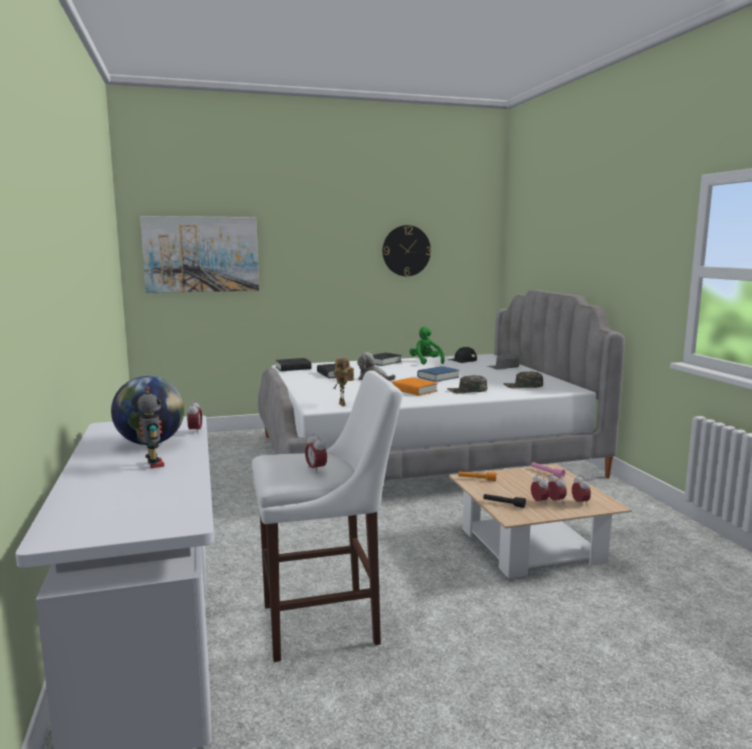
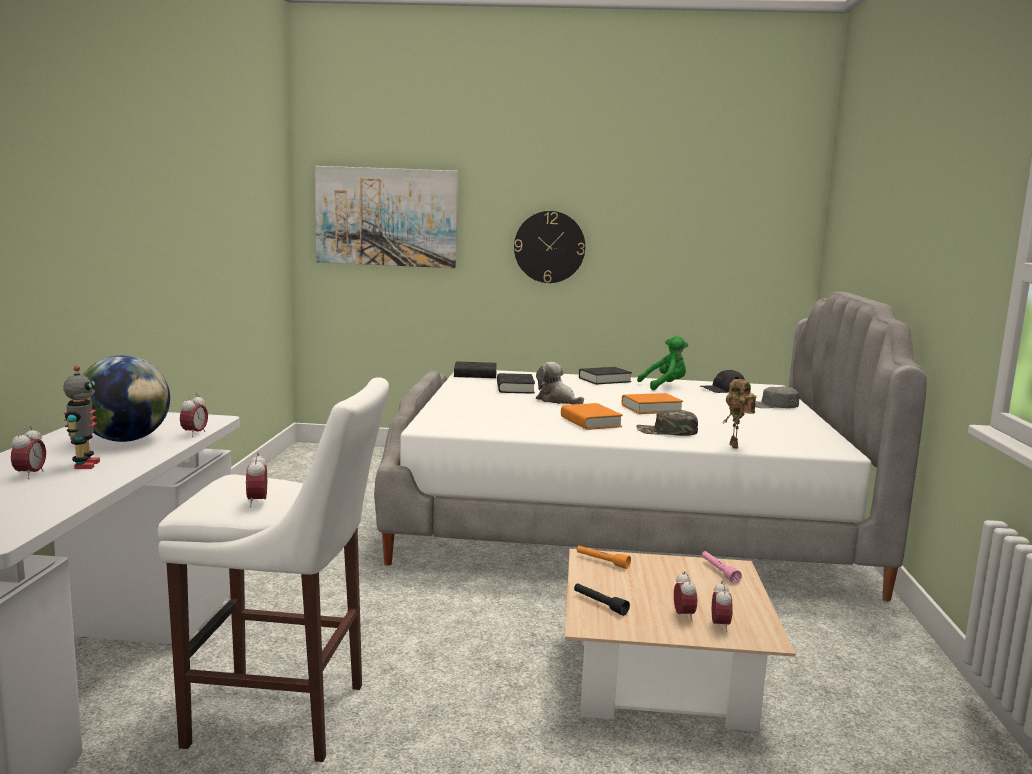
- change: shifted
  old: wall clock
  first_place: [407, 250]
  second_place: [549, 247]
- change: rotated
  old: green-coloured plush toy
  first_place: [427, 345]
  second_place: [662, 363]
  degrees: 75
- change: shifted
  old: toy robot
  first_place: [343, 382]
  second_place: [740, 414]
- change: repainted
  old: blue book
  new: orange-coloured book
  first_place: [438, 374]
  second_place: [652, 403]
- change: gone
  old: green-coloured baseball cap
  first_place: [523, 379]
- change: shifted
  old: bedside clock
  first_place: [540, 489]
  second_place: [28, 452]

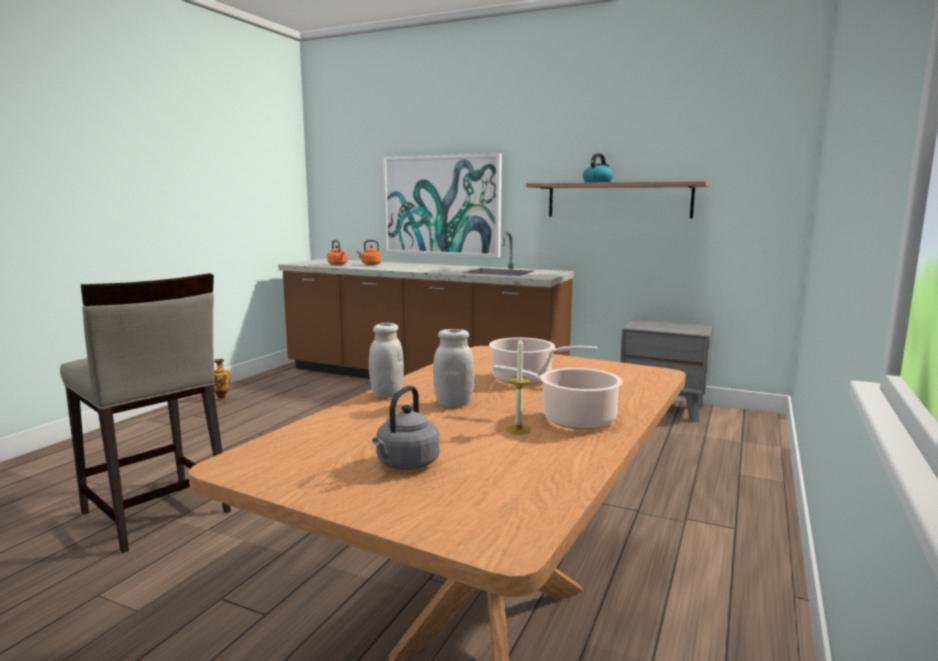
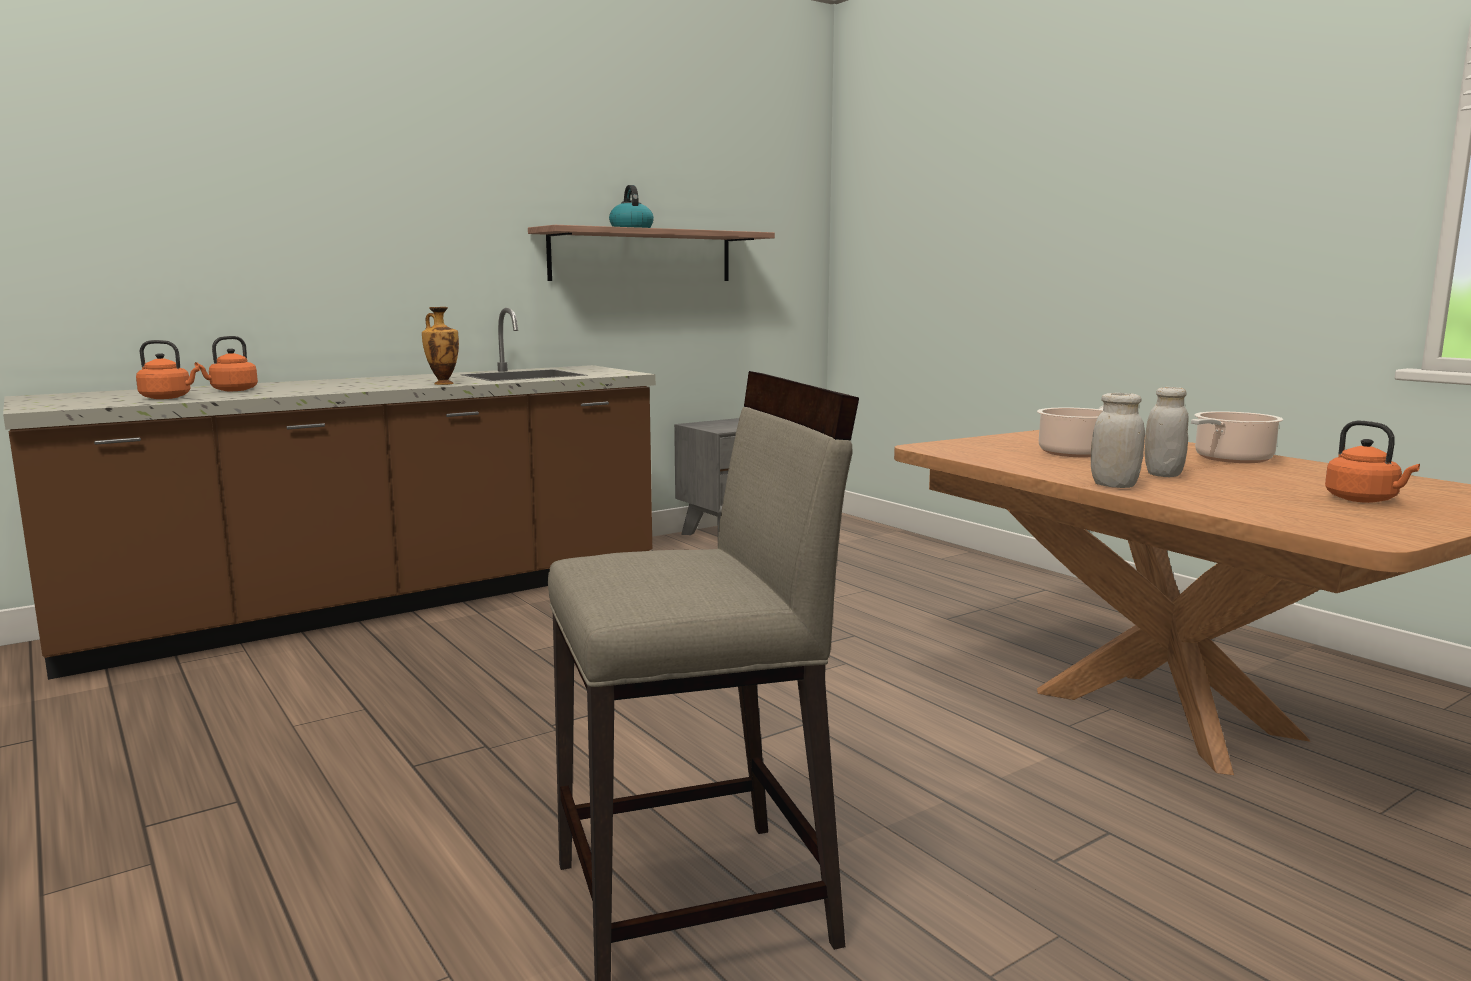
- change: gone
  old: picture
  first_place: [442, 205]
- change: gone
  old: candle
  first_place: [518, 385]
- change: shifted
  old: flower vase
  first_place: [221, 380]
  second_place: [440, 346]
- change: repainted
  old: grey kettle
  new: orange-coloured kettle
  first_place: [405, 428]
  second_place: [1372, 462]

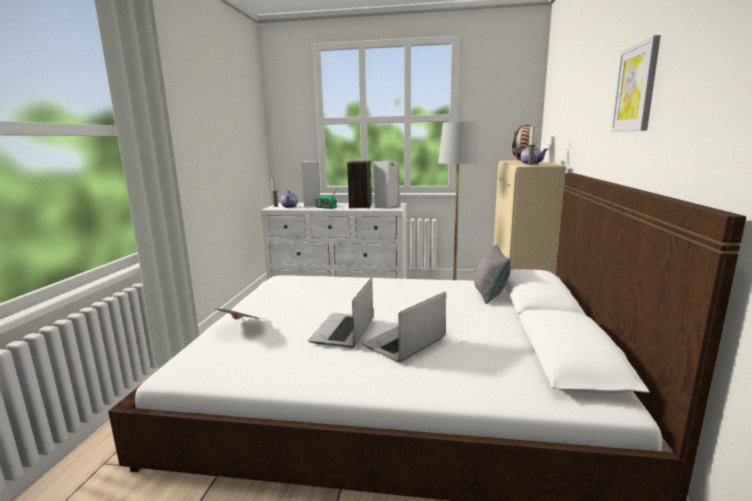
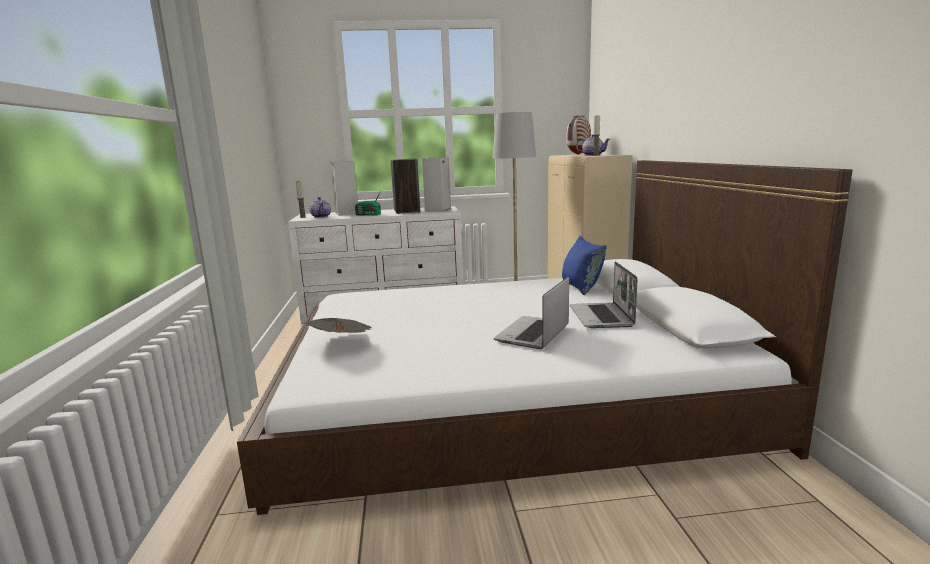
- change: gone
  old: picture
  first_place: [636, 83]
- change: repainted
  old: grey throw pillow
  new: blue throw pillow
  first_place: [492, 274]
  second_place: [584, 265]
- change: shifted
  old: notebook computer
  first_place: [340, 313]
  second_place: [603, 294]

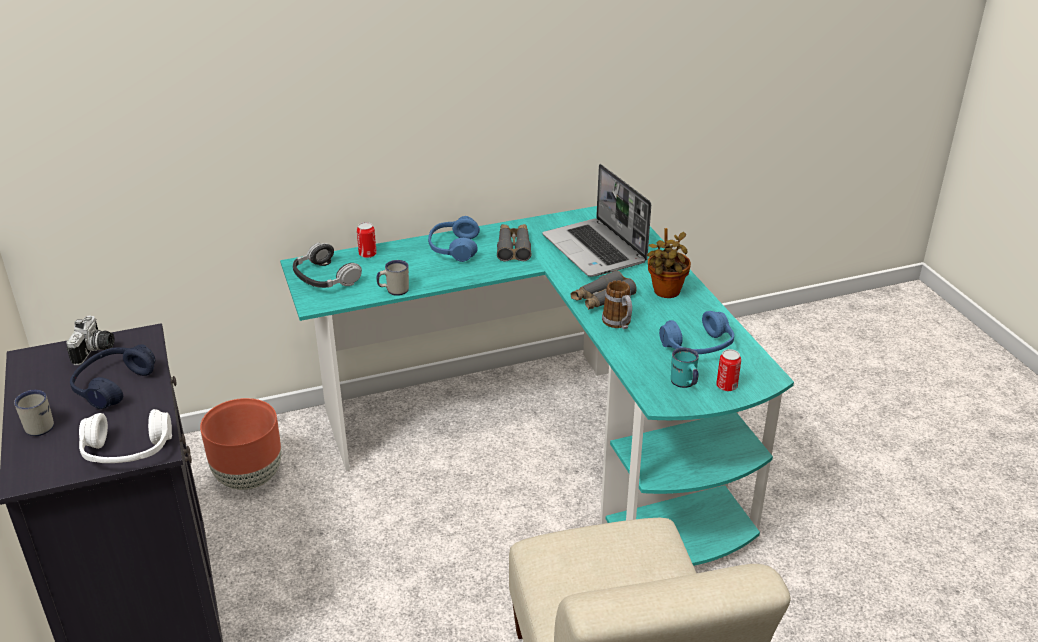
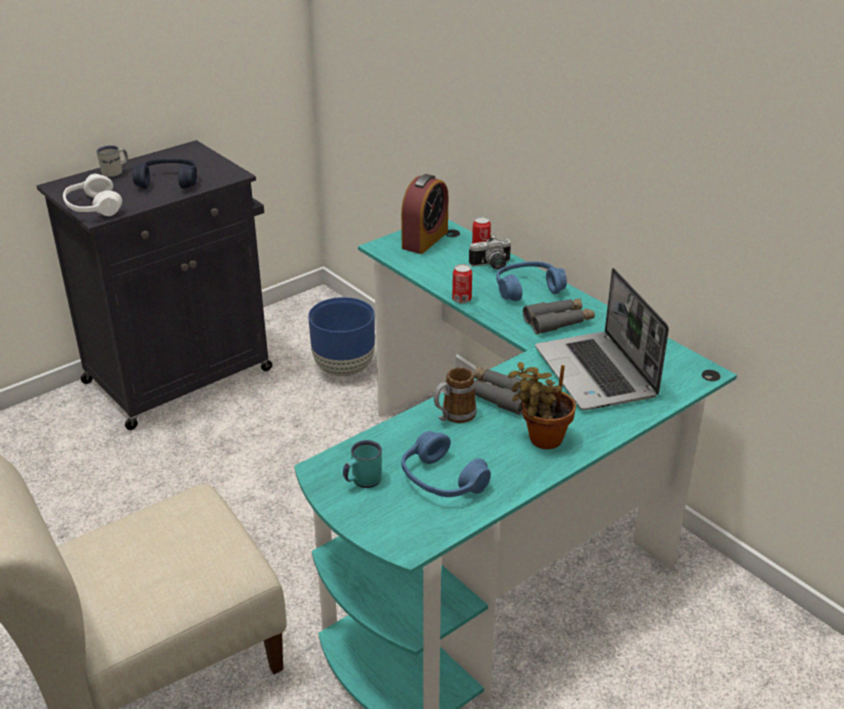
- change: rotated
  old: notebook computer
  first_place: [597, 220]
  second_place: [602, 339]
  degrees: -60
- change: swapped
  old: headset
  new: bedside clock
  first_place: [327, 265]
  second_place: [424, 214]
- change: gone
  old: white tea mug
  first_place: [392, 278]
- change: shifted
  old: still camera
  first_place: [90, 340]
  second_place: [490, 252]
- change: shifted
  old: sealed can
  first_place: [728, 370]
  second_place: [462, 283]
- change: repainted
  old: brownish plant pot
  new: blue plant pot
  first_place: [240, 444]
  second_place: [341, 337]

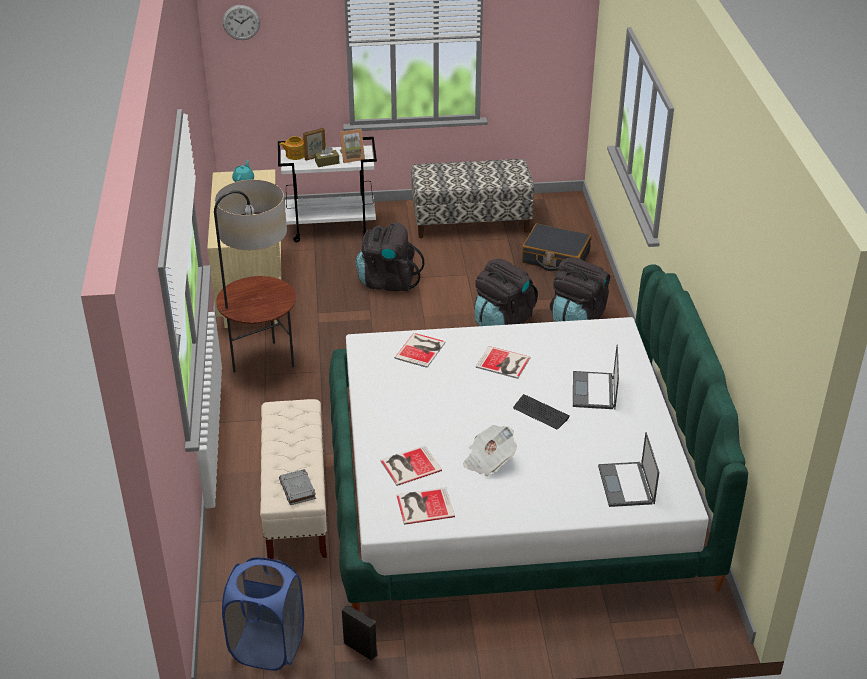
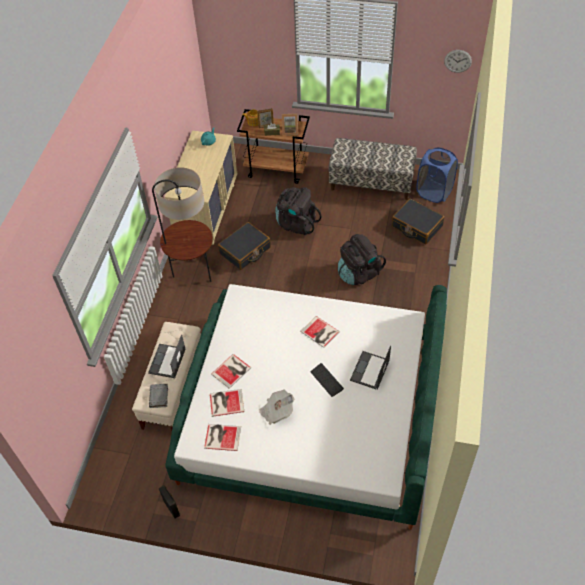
- change: shifted
  old: wall clock
  first_place: [241, 22]
  second_place: [458, 61]
- change: repainted
  old: white wheeled cart
  new: brownish wheeled cart
  first_place: [327, 189]
  second_place: [273, 146]
- change: gone
  old: blackish rucksack
  first_place: [580, 289]
- change: shifted
  old: book
  first_place: [420, 350]
  second_place: [231, 371]
- change: shifted
  old: notebook computer
  first_place: [628, 469]
  second_place: [167, 356]
- change: shifted
  old: blue hamper
  first_place: [263, 614]
  second_place: [437, 175]
- change: new
  new: blackish suitcase
  second_place: [244, 246]

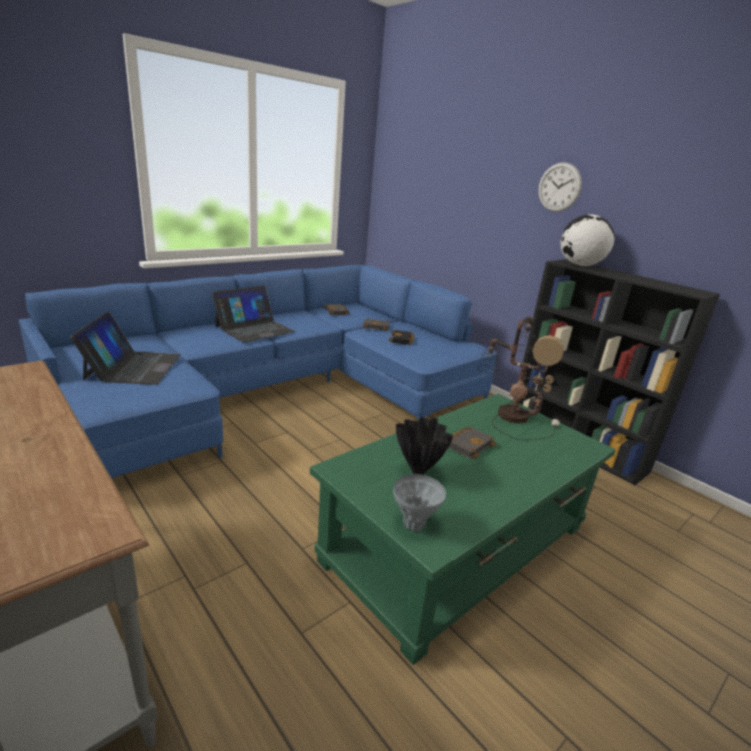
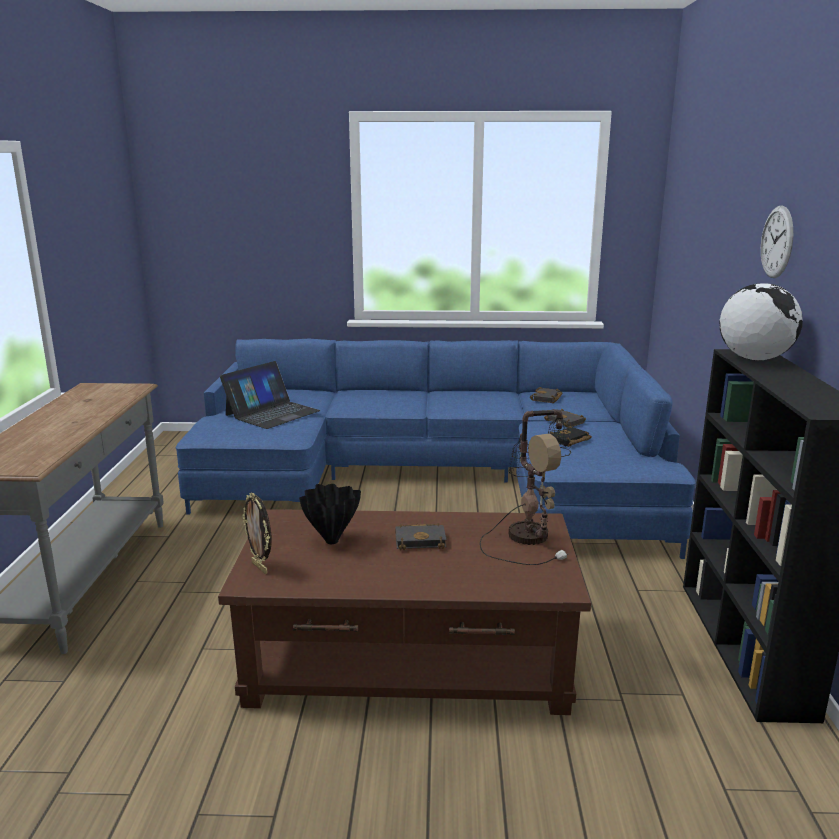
- change: gone
  old: notebook computer
  first_place: [253, 314]
- change: repainted
  old: green-coloured coffee table
  new: brownish coffee table
  first_place: [463, 529]
  second_place: [404, 612]
- change: swapped
  old: grey flower vase
  new: standing frame
  first_place: [419, 502]
  second_place: [257, 533]

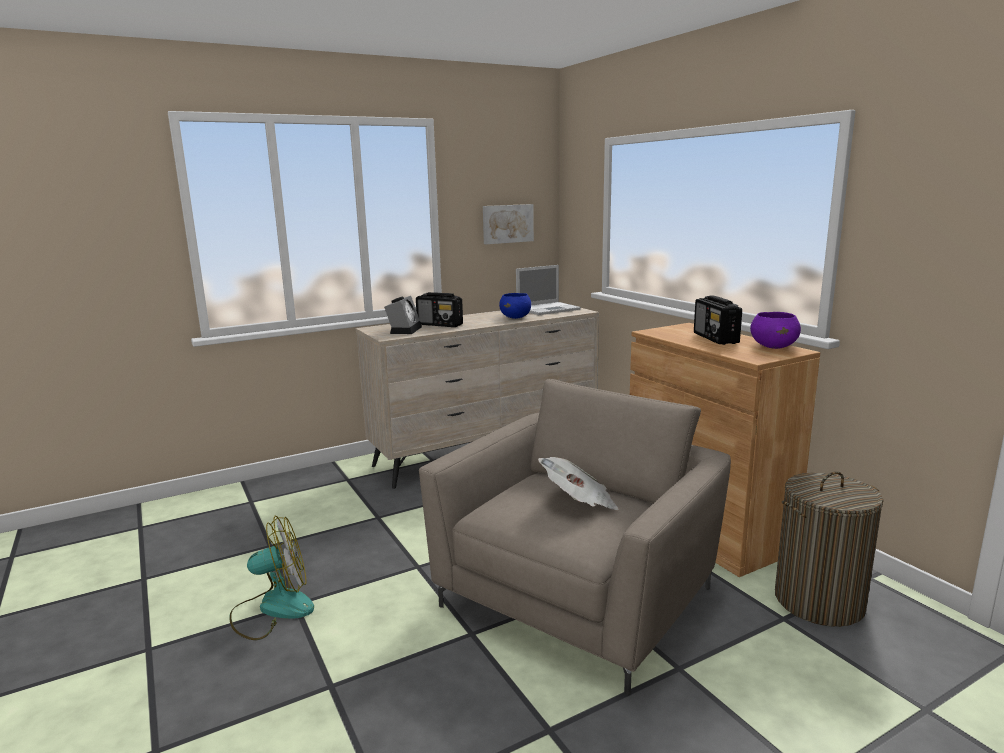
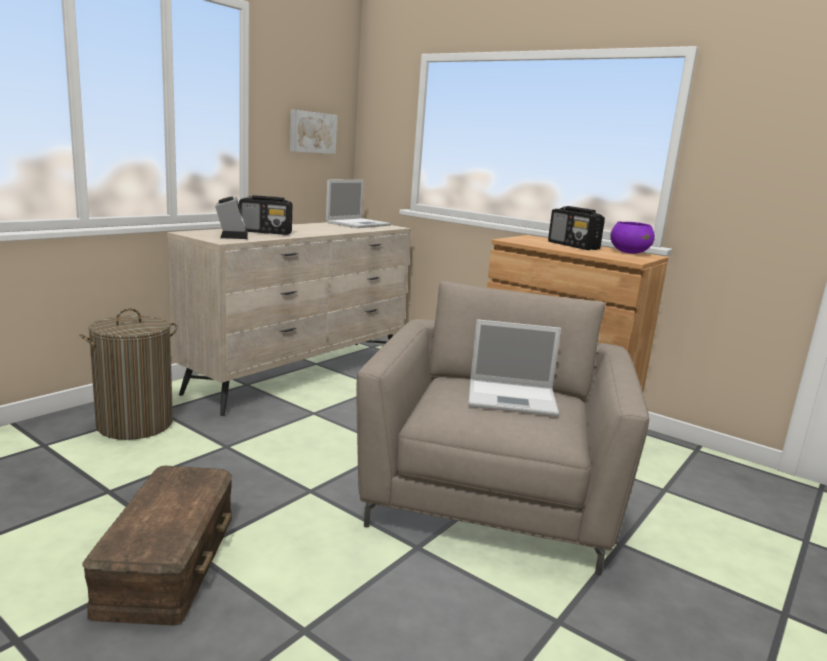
- change: gone
  old: blue serving bowl
  first_place: [515, 306]
- change: swapped
  old: printed paper
  new: notebook computer
  first_place: [578, 483]
  second_place: [514, 368]
- change: shifted
  old: hamper
  first_place: [829, 549]
  second_place: [128, 374]
- change: swapped
  old: electric fan
  new: brownish storage container
  first_place: [271, 577]
  second_place: [157, 546]

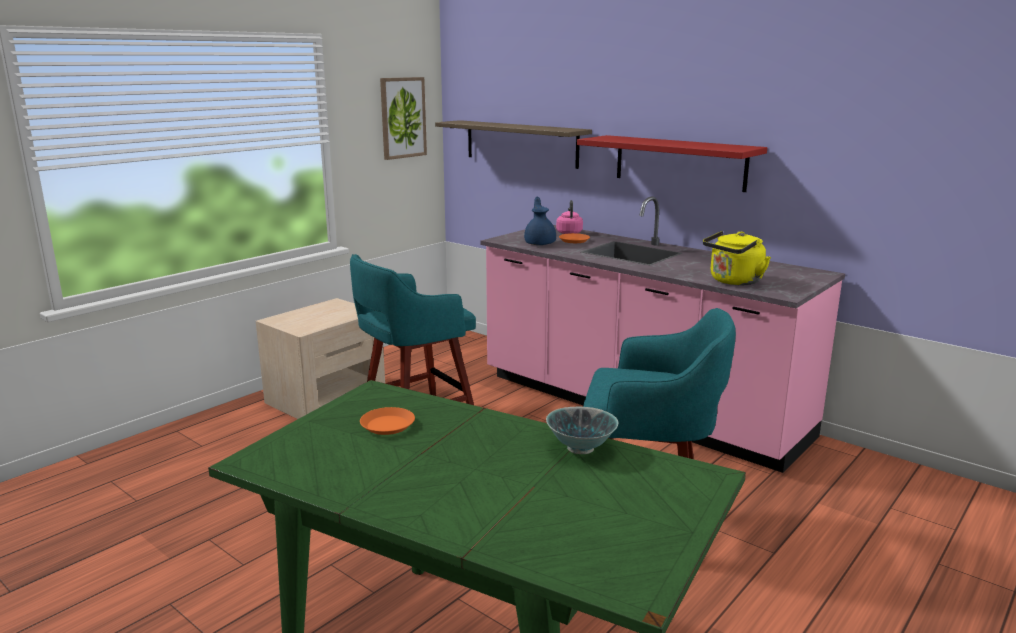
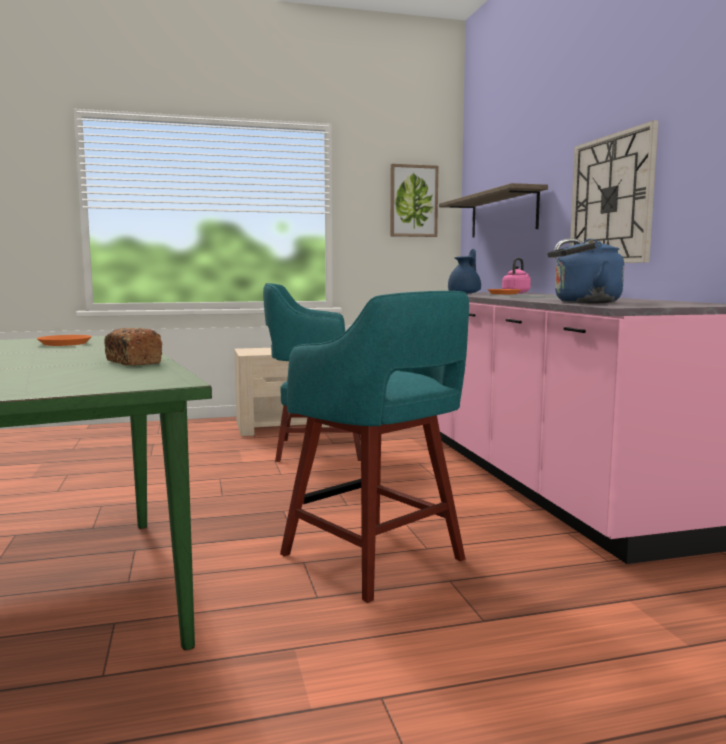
- change: swapped
  old: reddish wall shelf
  new: wall clock
  first_place: [672, 163]
  second_place: [614, 191]
- change: repainted
  old: yellow kettle
  new: blue kettle
  first_place: [737, 258]
  second_place: [585, 271]
- change: swapped
  old: serving bowl
  new: baked bread
  first_place: [582, 430]
  second_place: [133, 347]

